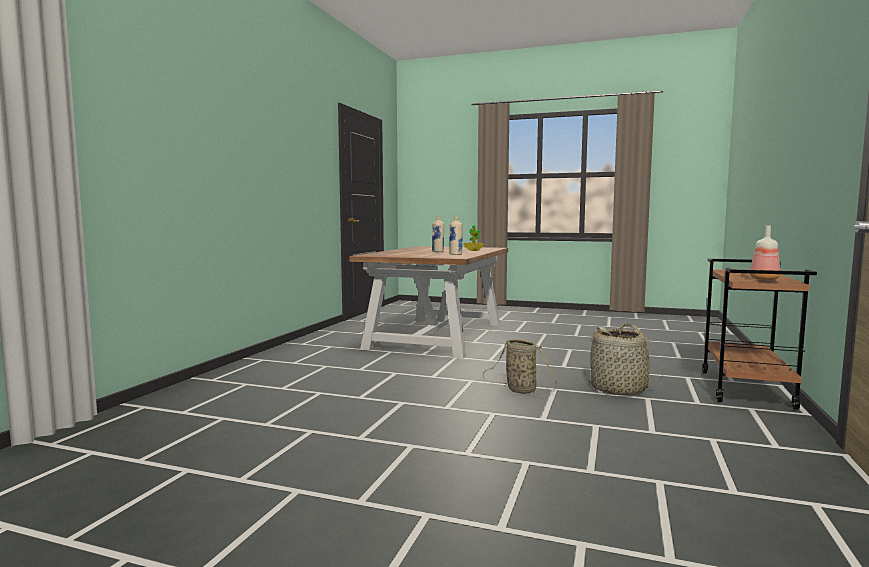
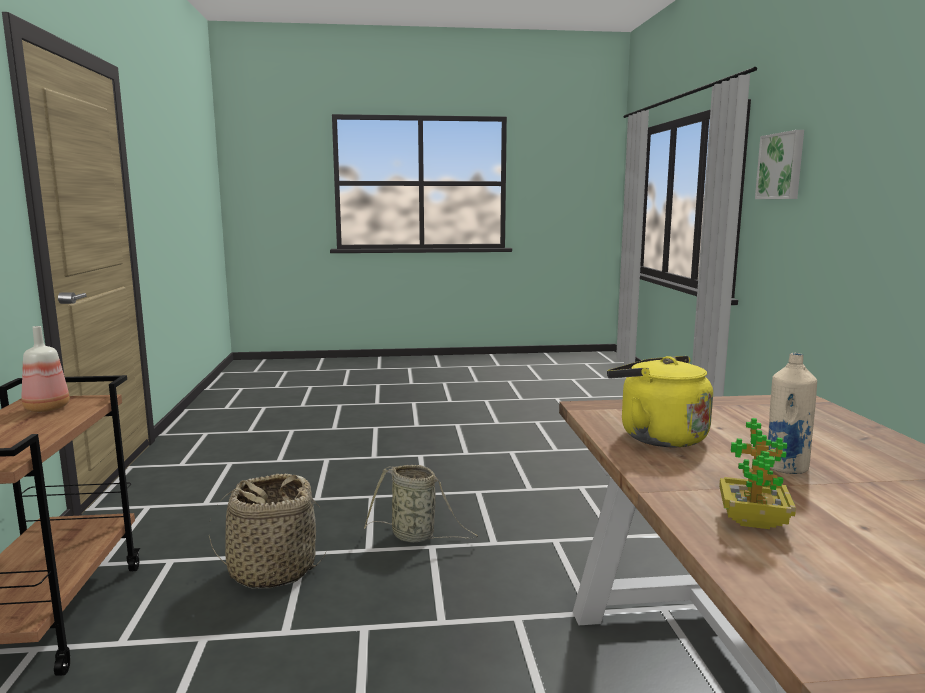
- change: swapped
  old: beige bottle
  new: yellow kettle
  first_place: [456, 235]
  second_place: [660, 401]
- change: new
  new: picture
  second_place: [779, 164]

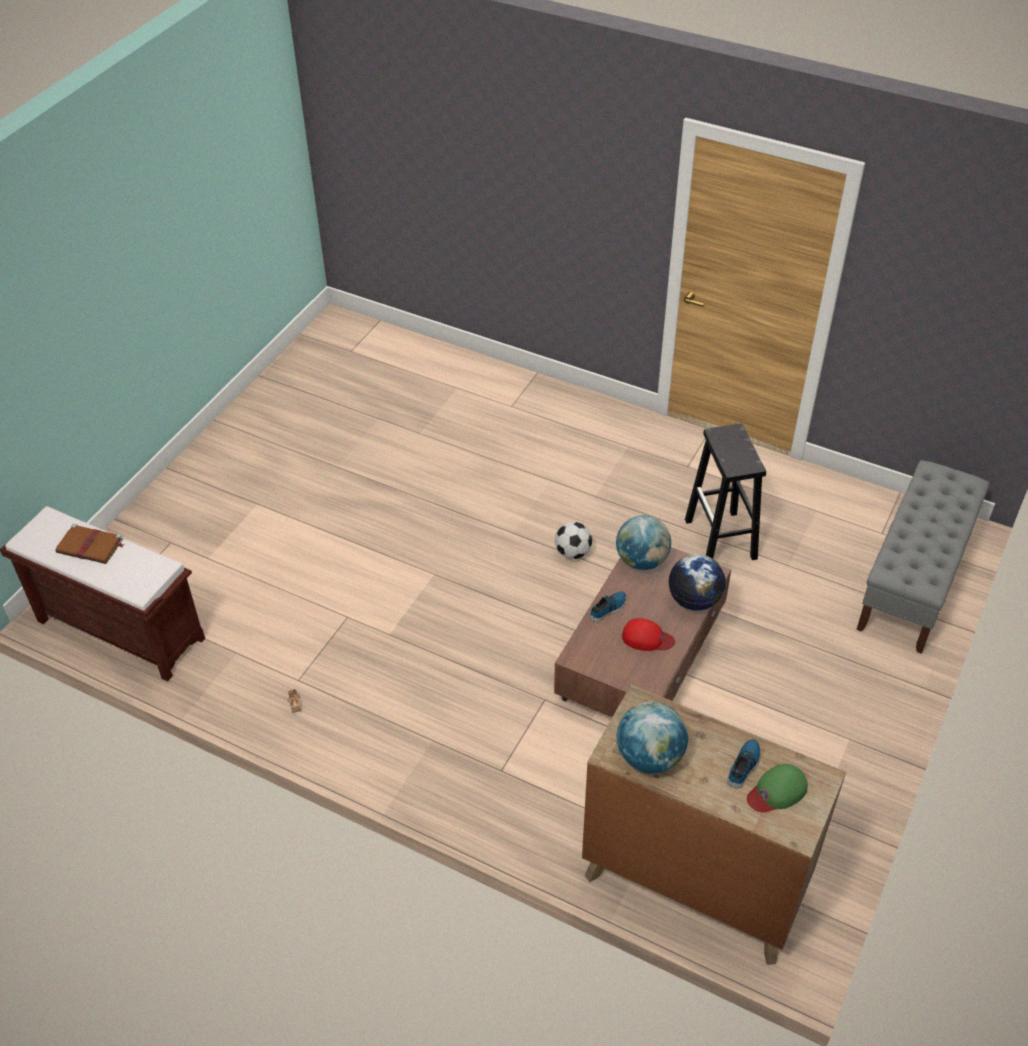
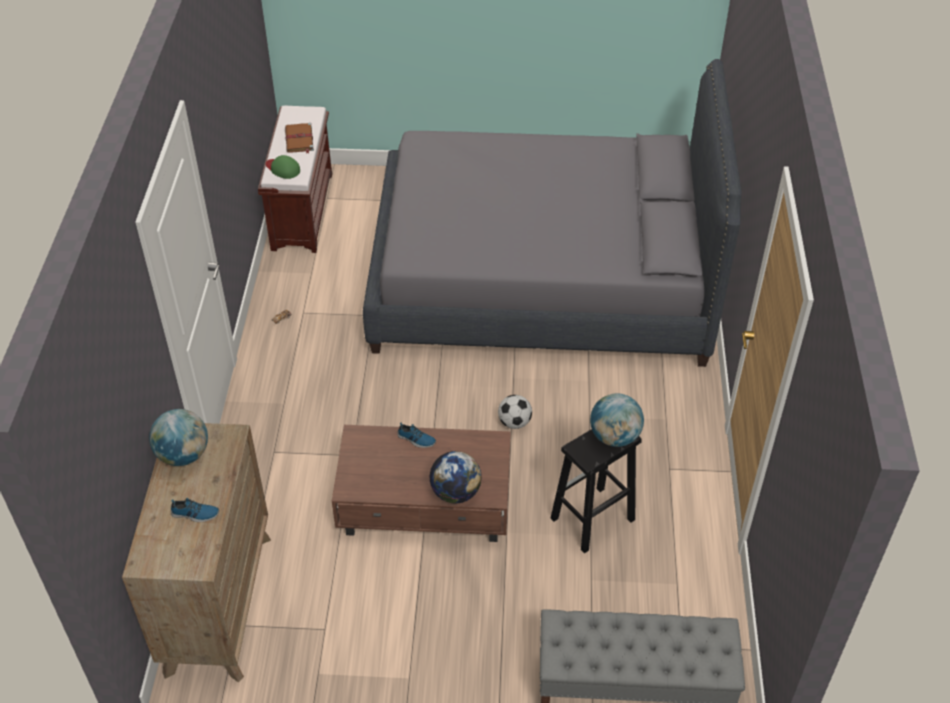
- change: shifted
  old: desk globe
  first_place: [643, 542]
  second_place: [617, 420]
- change: gone
  old: reddish baseball cap
  first_place: [648, 634]
- change: shifted
  old: green-coloured baseball cap
  first_place: [777, 788]
  second_place: [283, 167]
- change: new
  new: grey bedroom bed
  second_place: [552, 213]

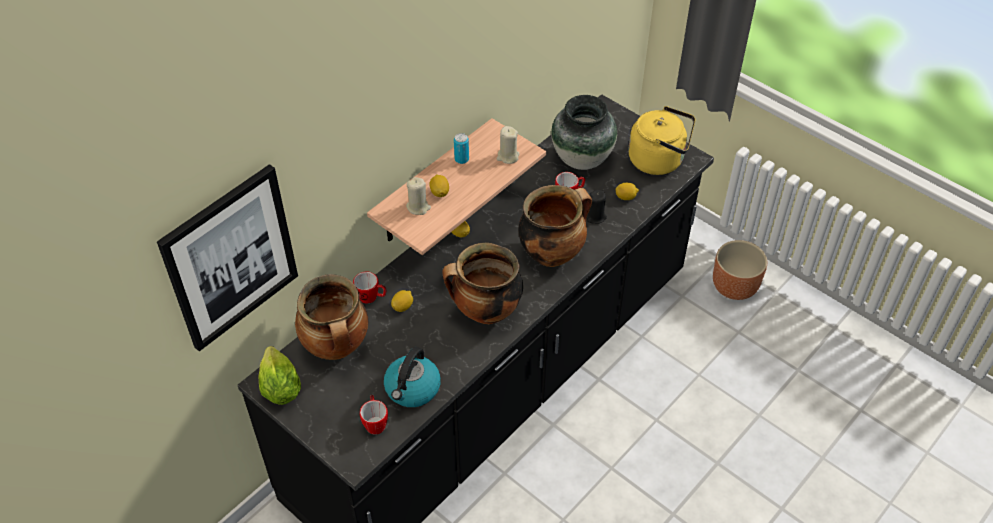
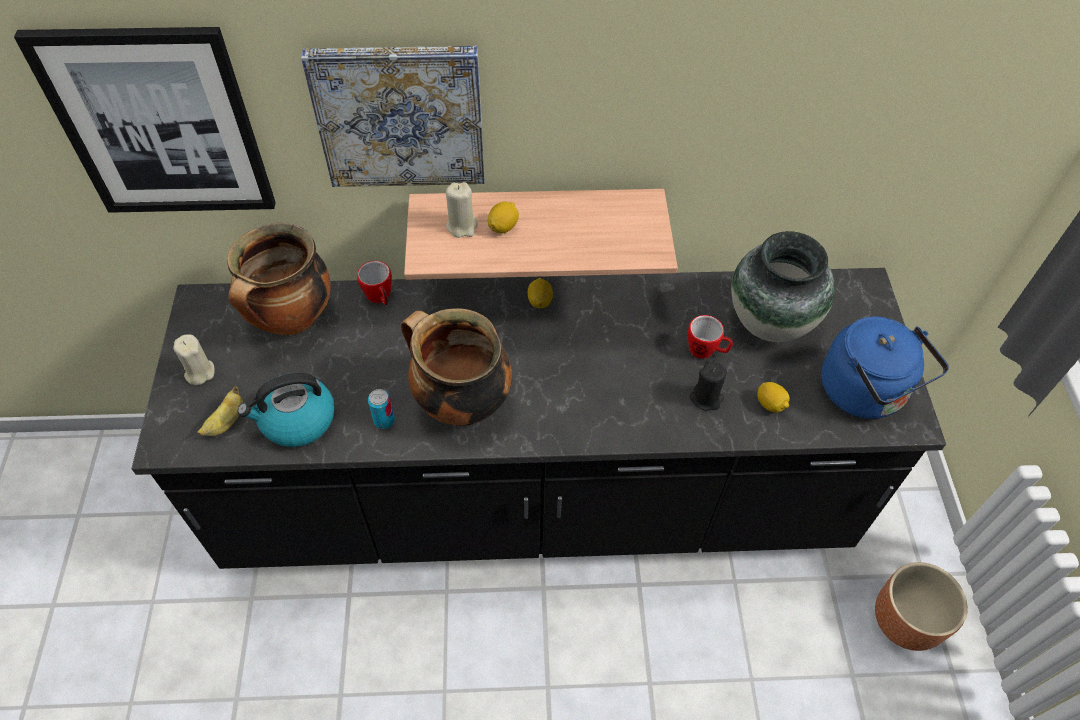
- change: repainted
  old: yellow kettle
  new: blue kettle
  first_place: [661, 140]
  second_place: [885, 367]
- change: shifted
  old: beige candle
  first_place: [508, 145]
  second_place: [194, 359]
- change: shifted
  old: sealed can
  first_place: [461, 148]
  second_place: [381, 409]
- change: gone
  old: cooking pot
  first_place: [555, 226]
- change: gone
  old: lemon
  first_place: [402, 301]
- change: gone
  old: head of lettuce
  first_place: [279, 375]
- change: swapped
  old: tea mug
  new: banana
  first_place: [374, 415]
  second_place: [220, 411]
- change: new
  new: picture
  second_place: [392, 116]

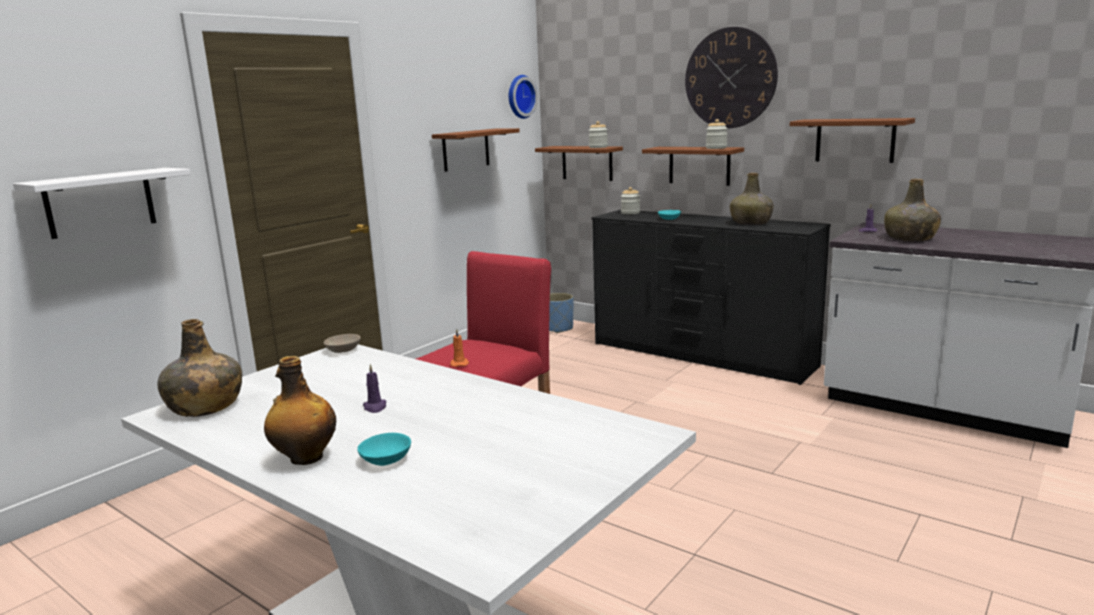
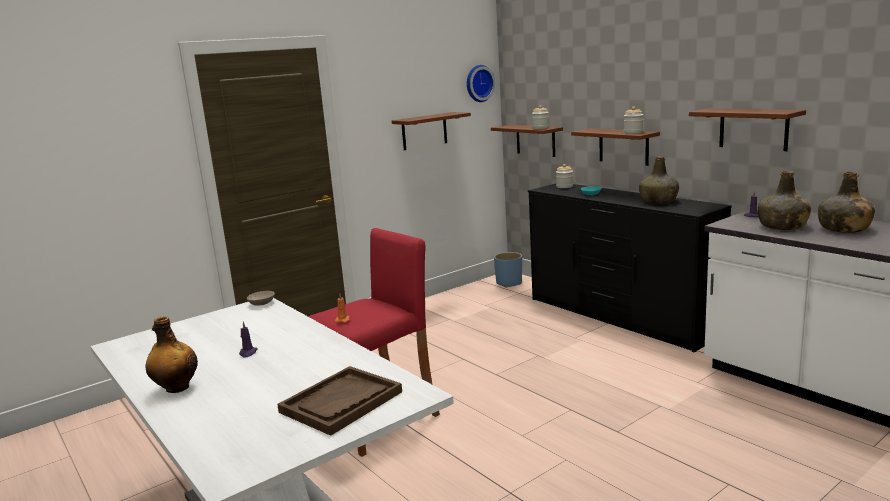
- change: gone
  old: wall clock
  first_place: [731, 77]
- change: gone
  old: white wall shelf
  first_place: [102, 203]
- change: shifted
  old: green-coloured bottle
  first_place: [199, 368]
  second_place: [846, 202]
- change: gone
  old: turquoise-coloured serving bowl
  first_place: [384, 449]
- change: new
  new: brownish tray
  second_place: [339, 401]

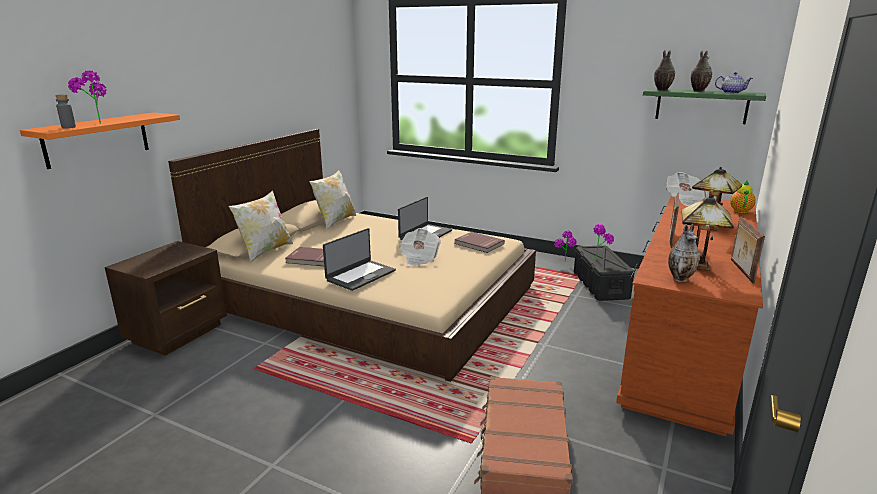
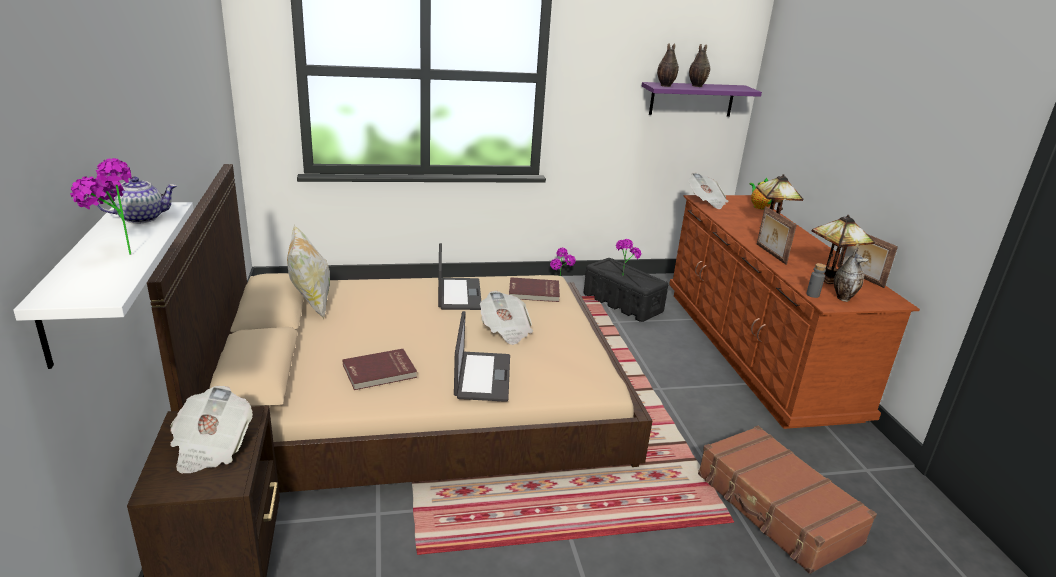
- change: shifted
  old: tea pot
  first_place: [734, 83]
  second_place: [137, 200]
- change: repainted
  old: green-coloured wall shelf
  new: purple wall shelf
  first_place: [704, 106]
  second_place: [702, 99]
- change: shifted
  old: grey bottle
  first_place: [65, 111]
  second_place: [816, 280]
- change: repainted
  old: orange-coloured wall shelf
  new: white wall shelf
  first_place: [100, 140]
  second_place: [103, 285]
- change: gone
  old: throw pillow
  first_place: [261, 226]
- change: new
  new: printed paper
  second_place: [211, 430]

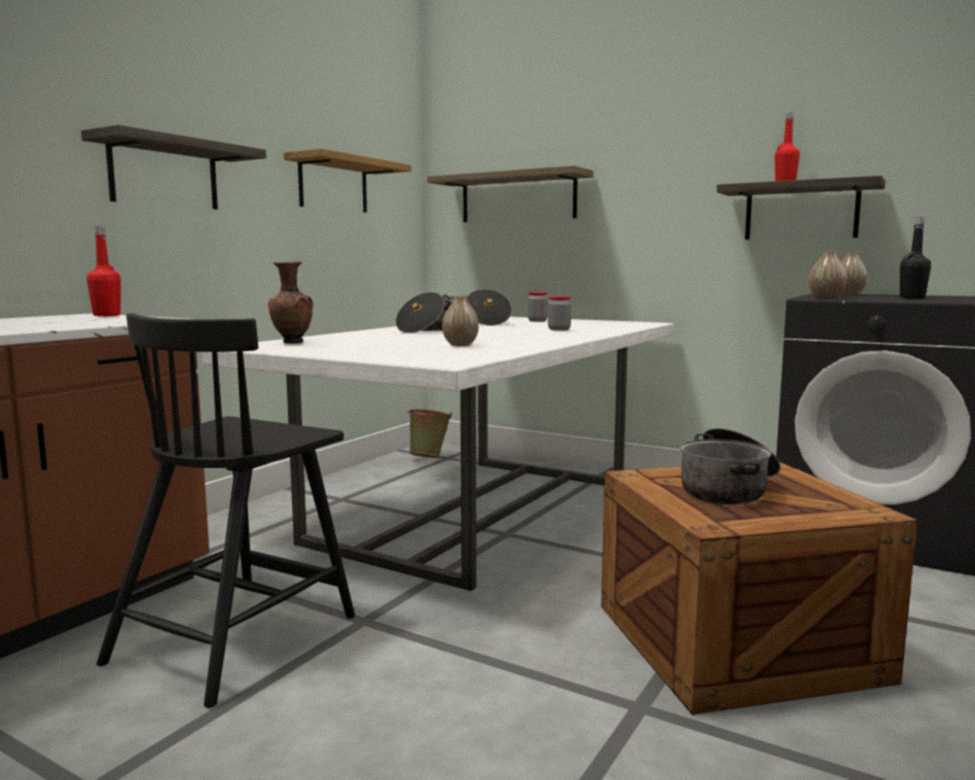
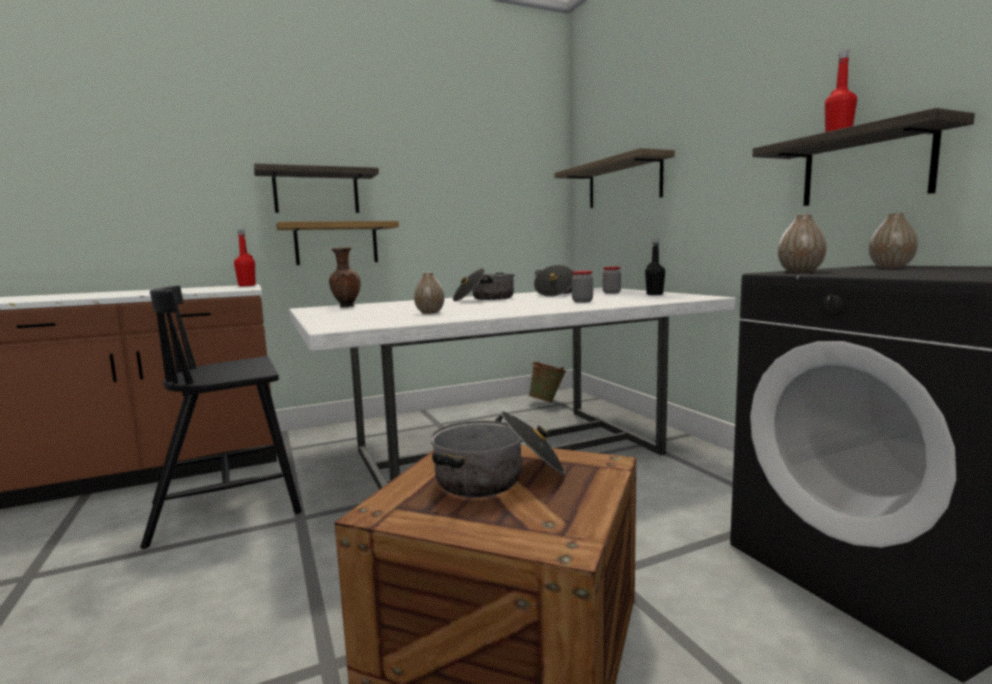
- change: shifted
  old: wall shelf
  first_place: [347, 180]
  second_place: [337, 243]
- change: shifted
  old: blackish bottle
  first_place: [915, 258]
  second_place: [655, 266]

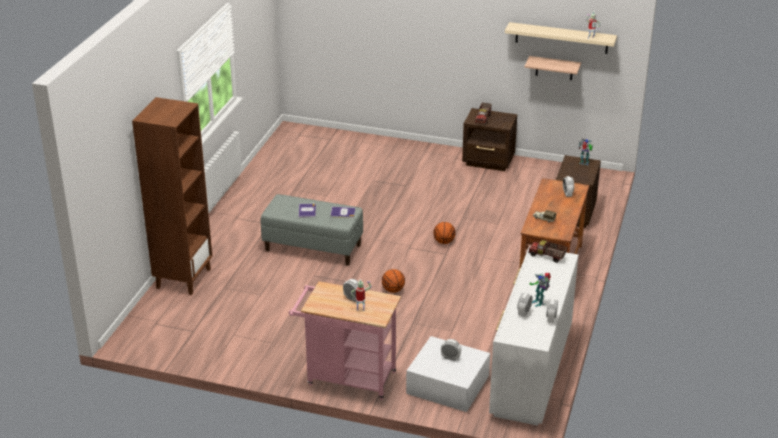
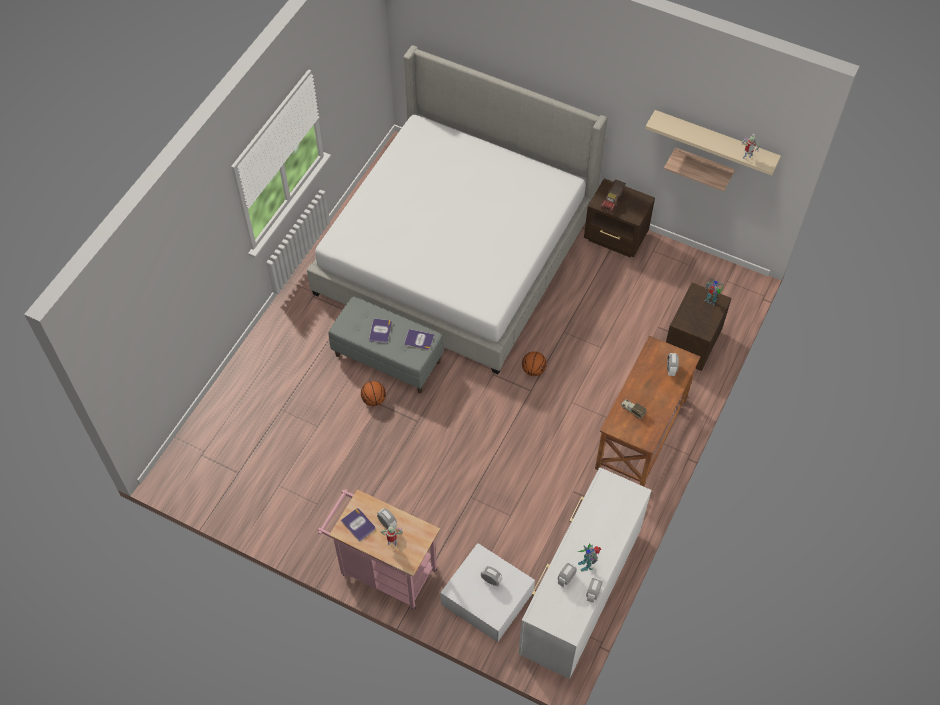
- change: gone
  old: brownish bookshelf
  first_place: [172, 196]
- change: gone
  old: toy truck
  first_place: [548, 251]
- change: shifted
  old: basketball
  first_place: [393, 281]
  second_place: [373, 393]
- change: new
  new: bedroom bed
  second_place: [457, 209]
- change: new
  new: book
  second_place: [358, 525]

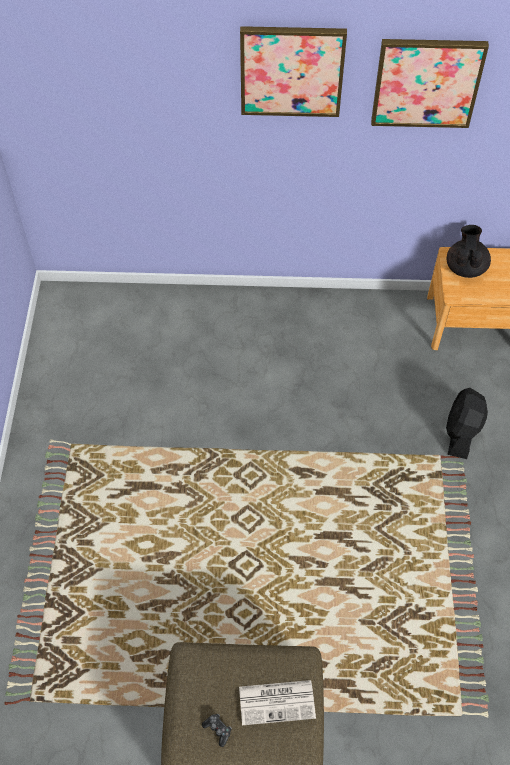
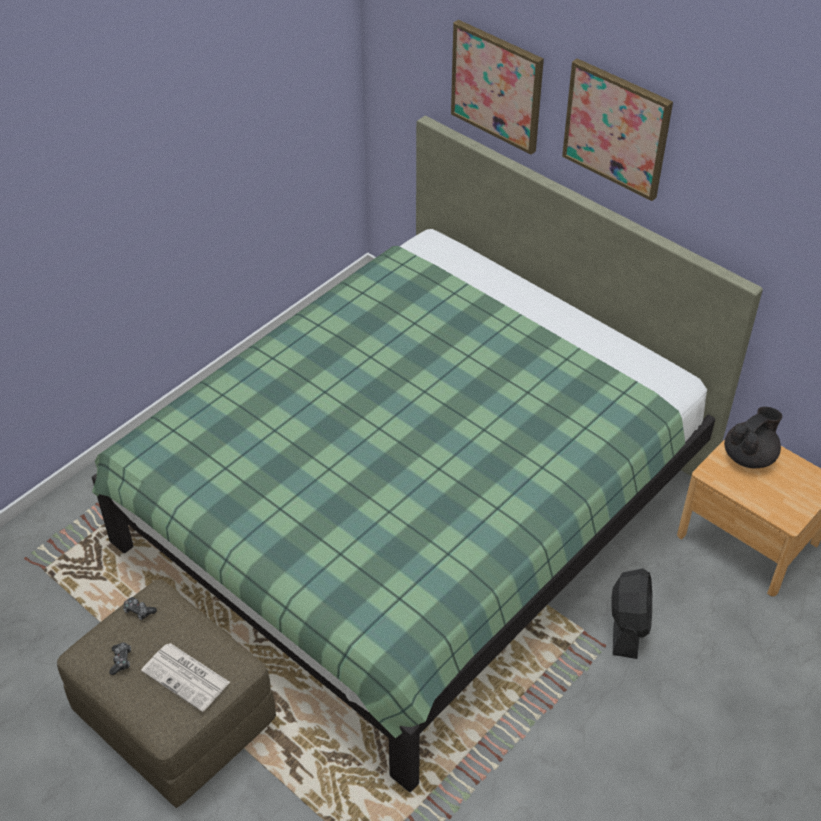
- change: shifted
  old: picture
  first_place: [430, 83]
  second_place: [497, 87]
- change: rotated
  old: blackish electric fan
  first_place: [467, 423]
  second_place: [631, 613]
  degrees: 135
- change: new
  new: green-coloured bedroom bed
  second_place: [427, 454]
- change: new
  new: joypad
  second_place: [140, 608]

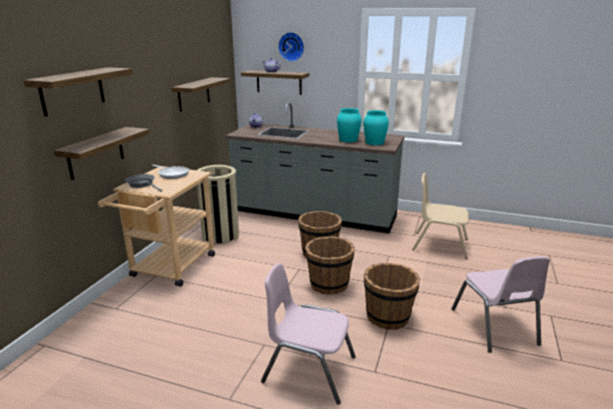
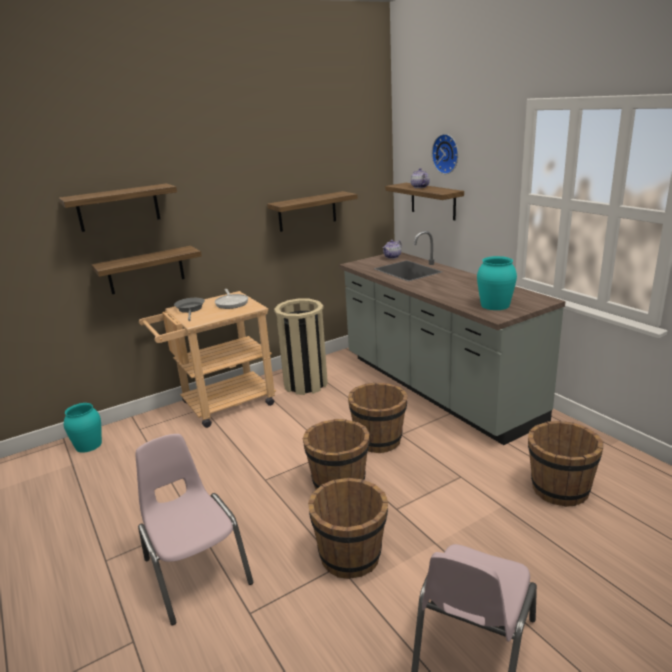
- change: shifted
  old: turquoise-coloured flower vase
  first_place: [349, 125]
  second_place: [83, 427]
- change: swapped
  old: beige plain chair
  new: brownish pail
  first_place: [440, 216]
  second_place: [565, 464]

